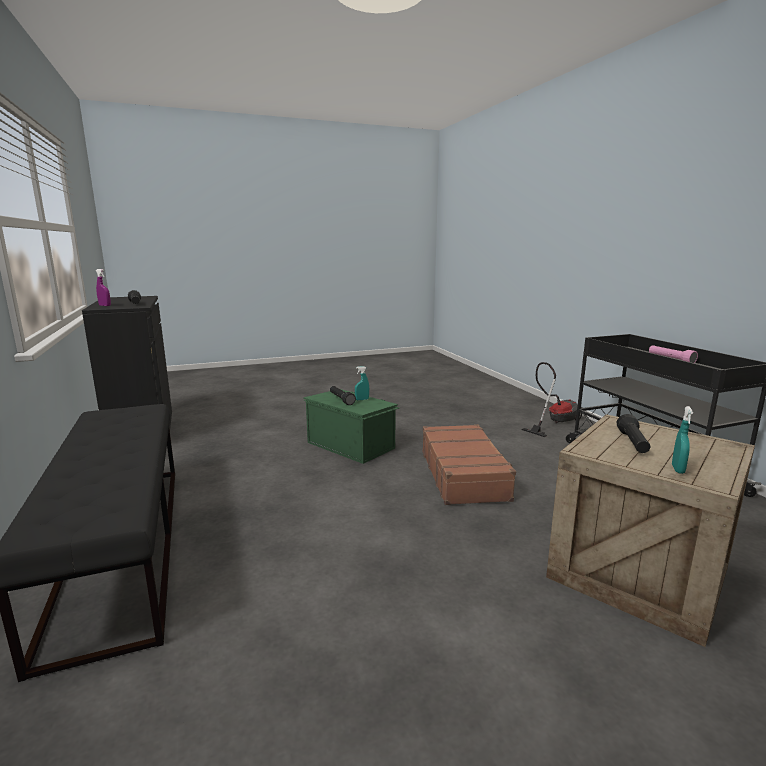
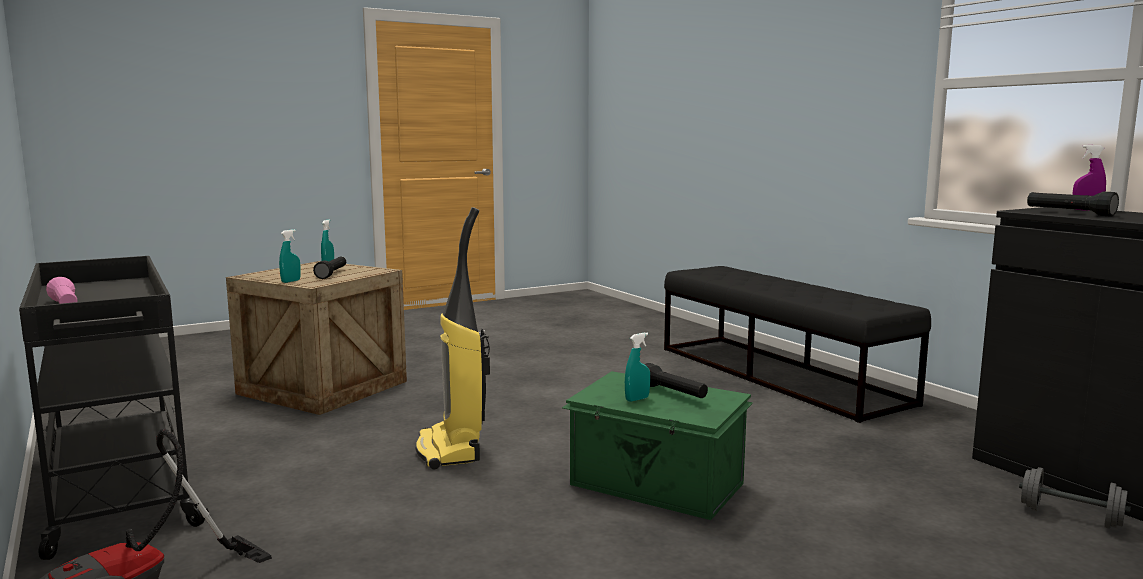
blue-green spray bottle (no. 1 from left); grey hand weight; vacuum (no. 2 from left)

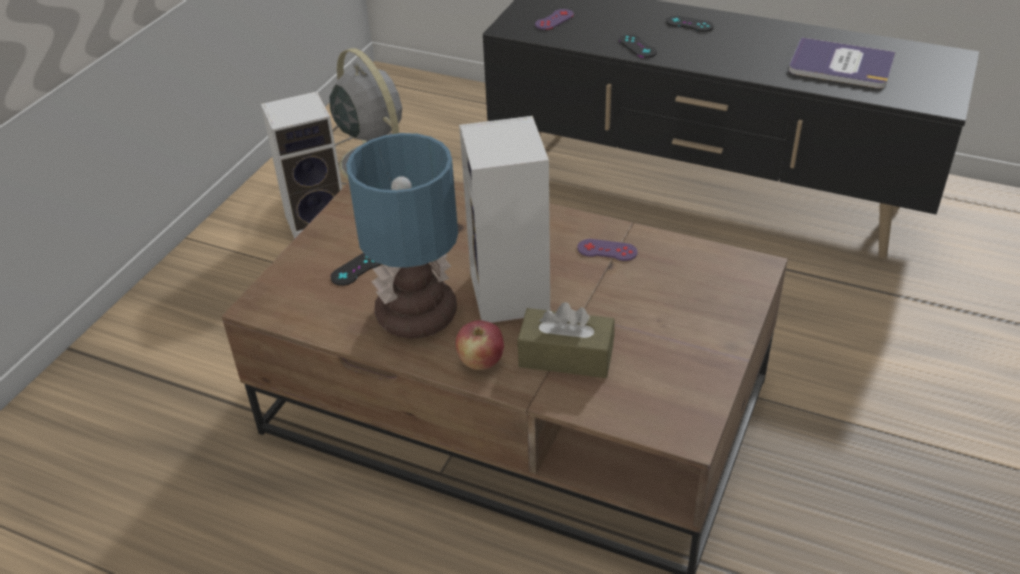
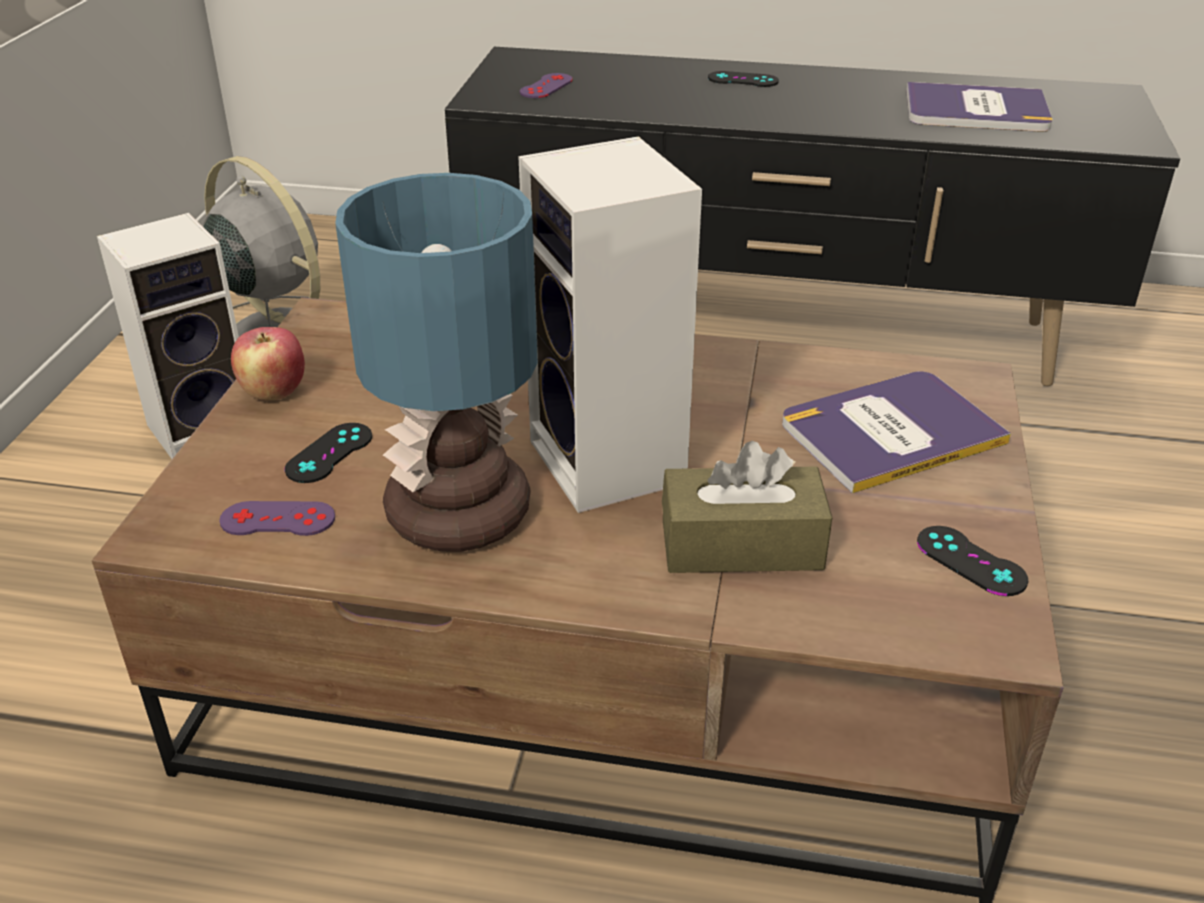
bound book (no. 1 from left); apple; purplish game controller (no. 1 from left); black-coloured game controller (no. 3 from left)

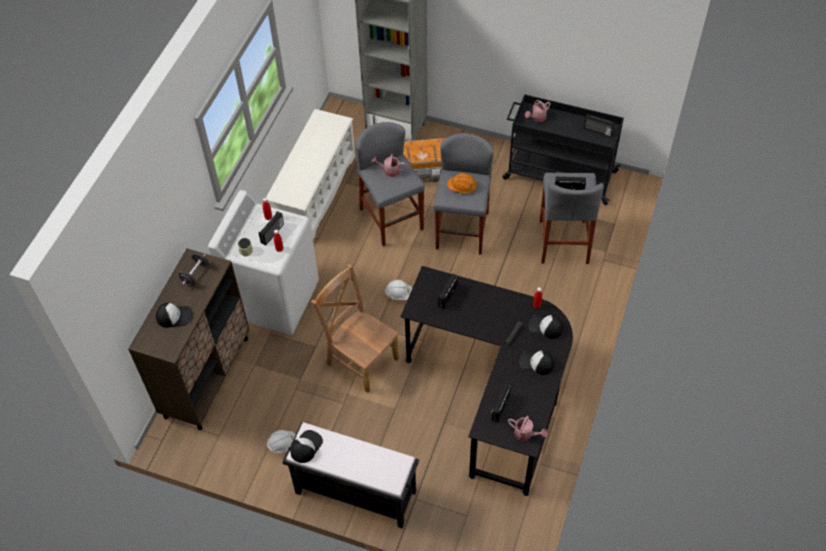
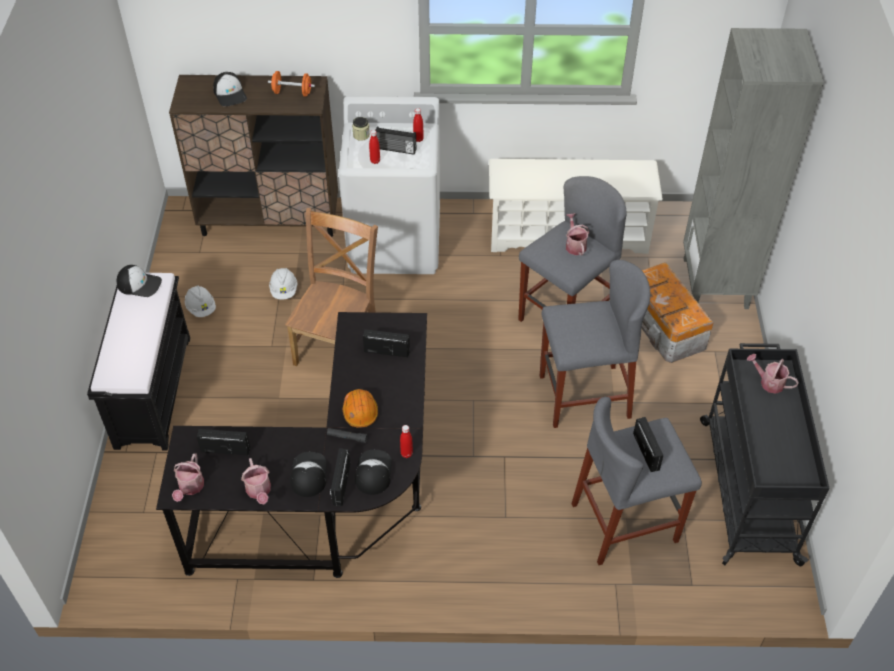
sprinkling can (no. 2 from left); white hard hat (no. 2 from left); orangey hard hat; radio receiver (no. 2 from left); orangey hand weight

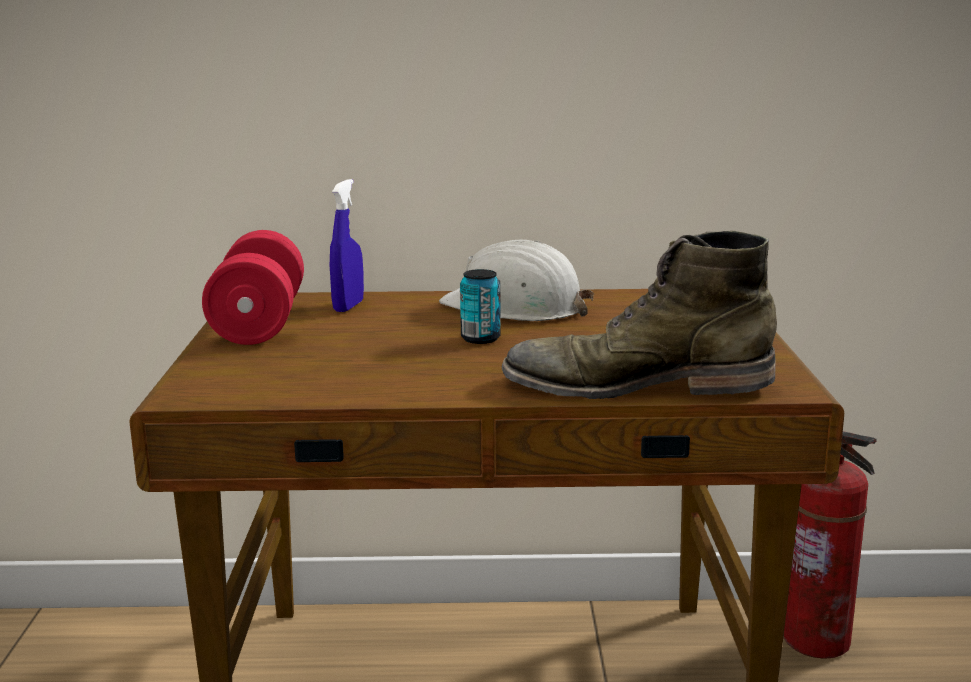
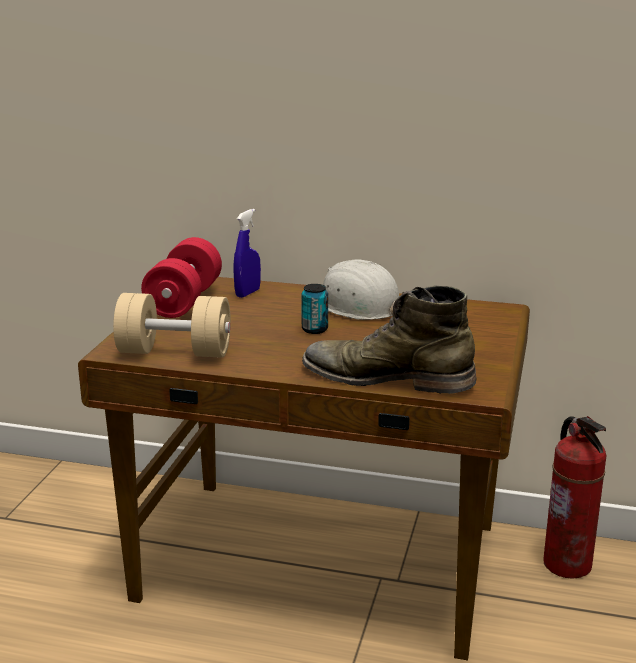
sand-coloured hand weight

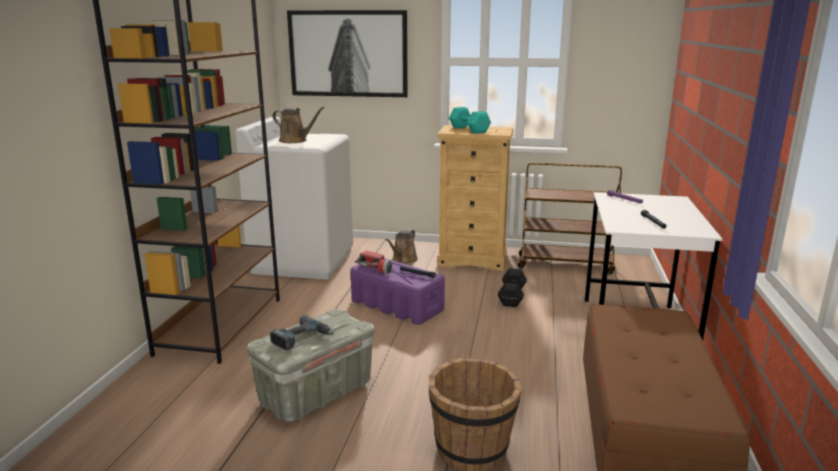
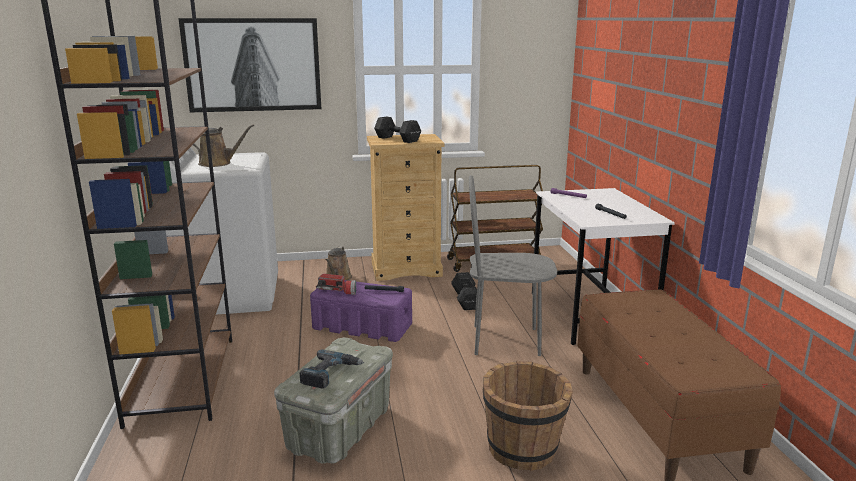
grey plain chair; black-coloured hand weight (no. 1 from left)

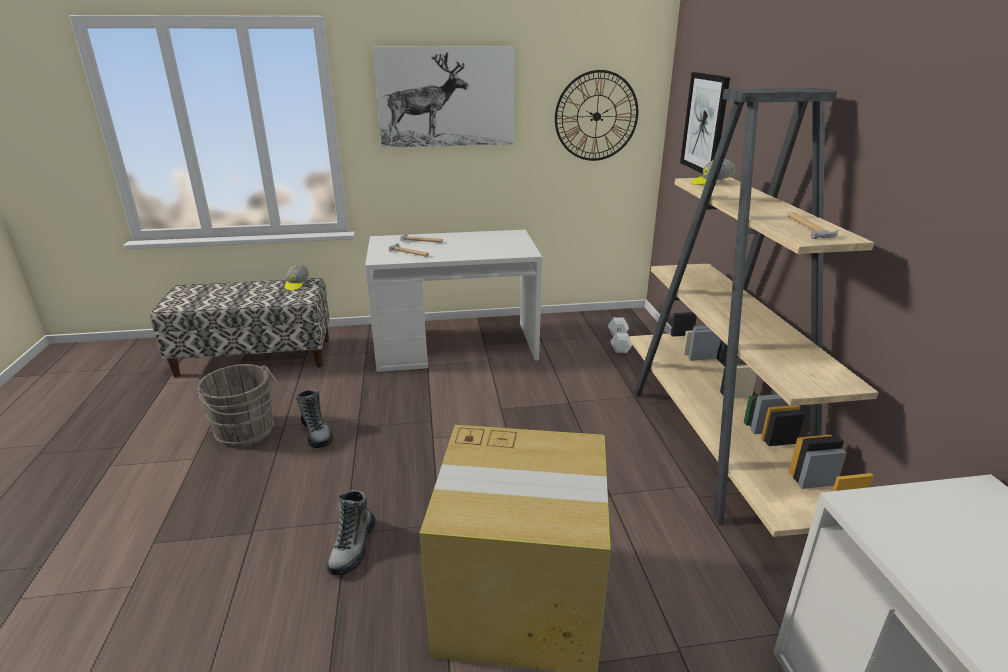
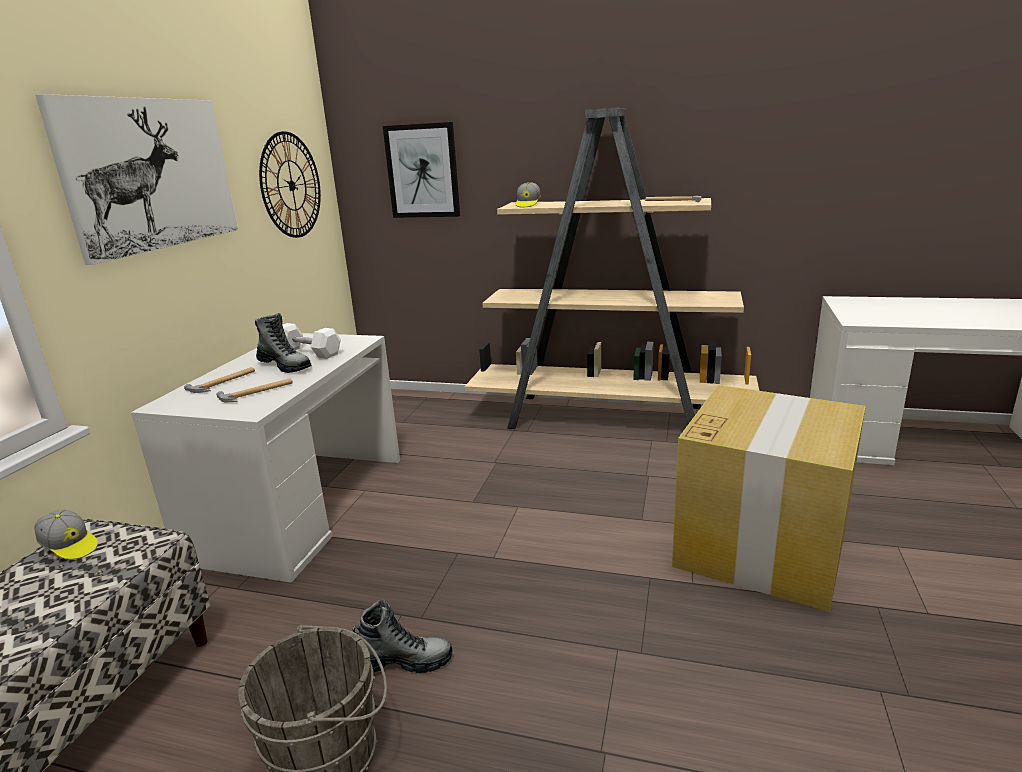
boot (no. 1 from left); white hand weight

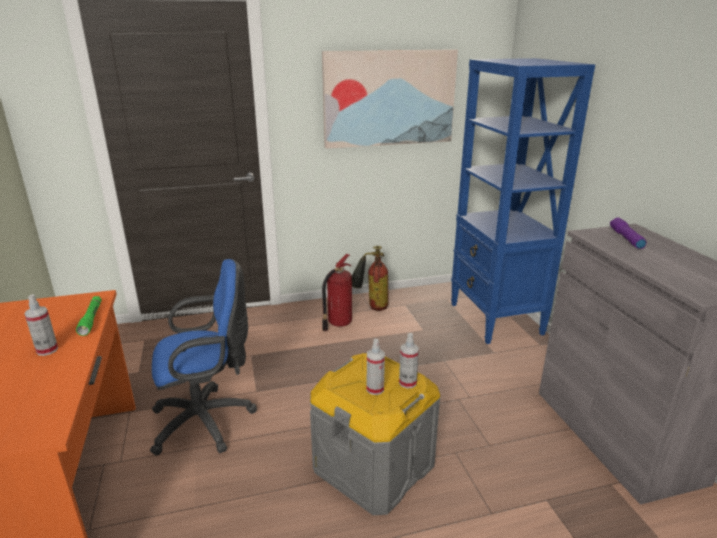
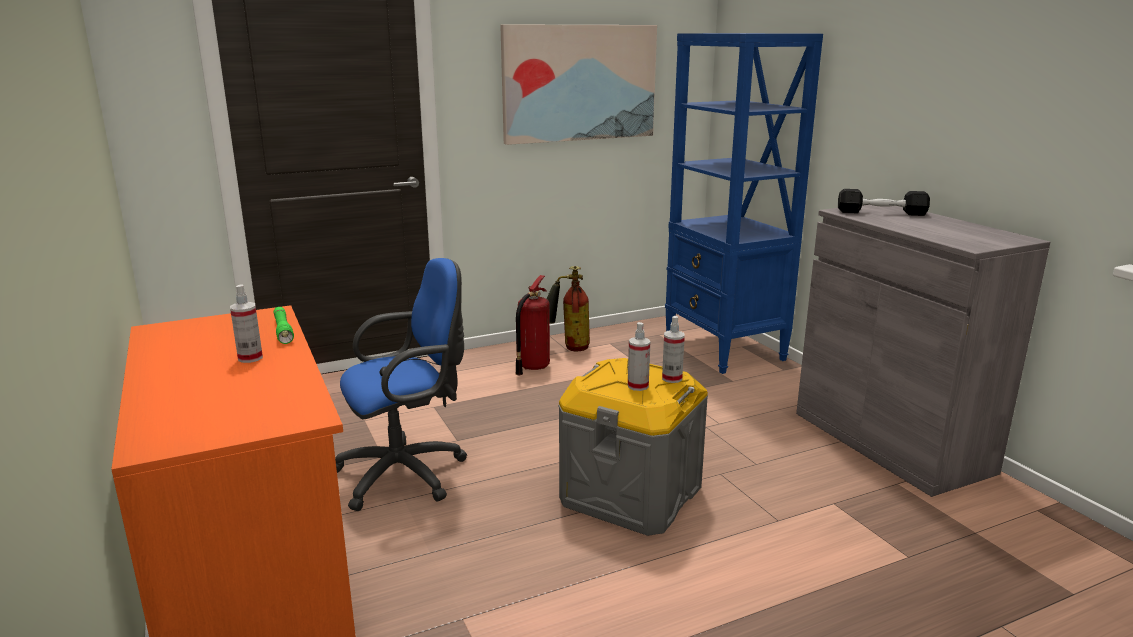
black-coloured hand weight

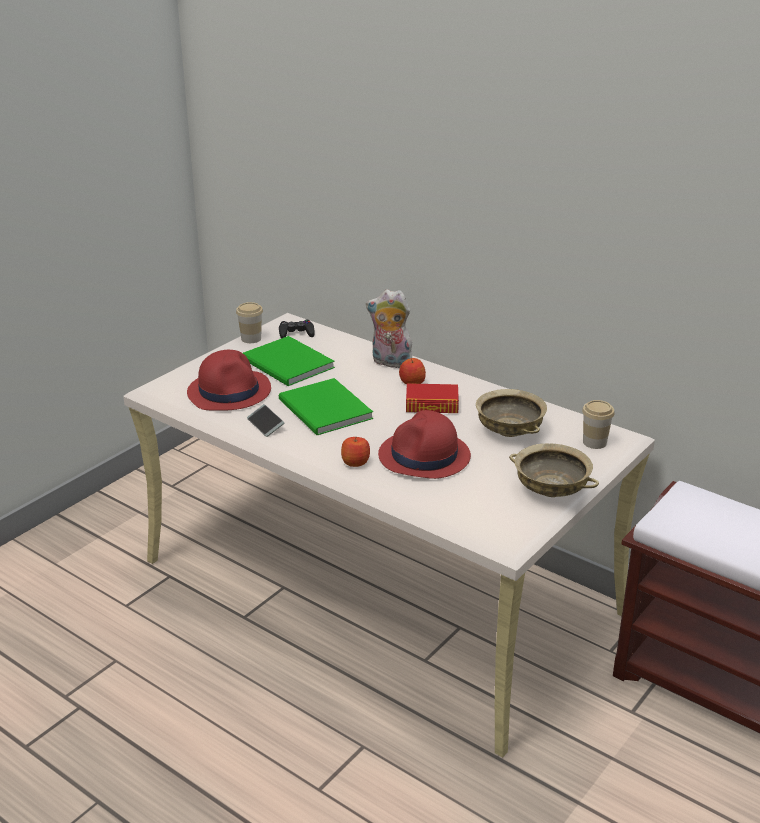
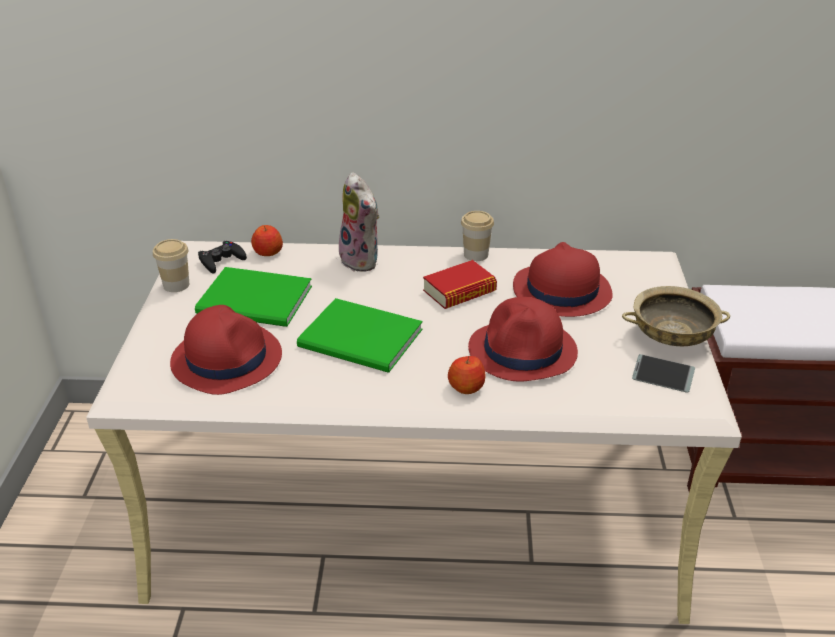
handset; apple (no. 1 from left); small cup (no. 2 from left); red-coloured clothing hat (no. 3 from left); plush toy

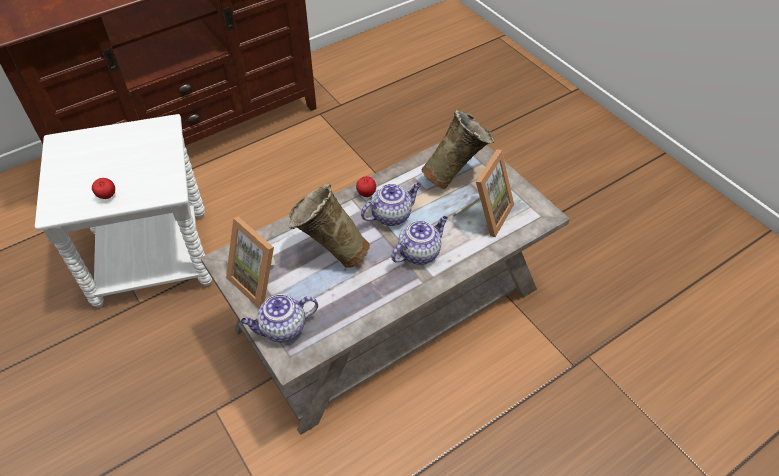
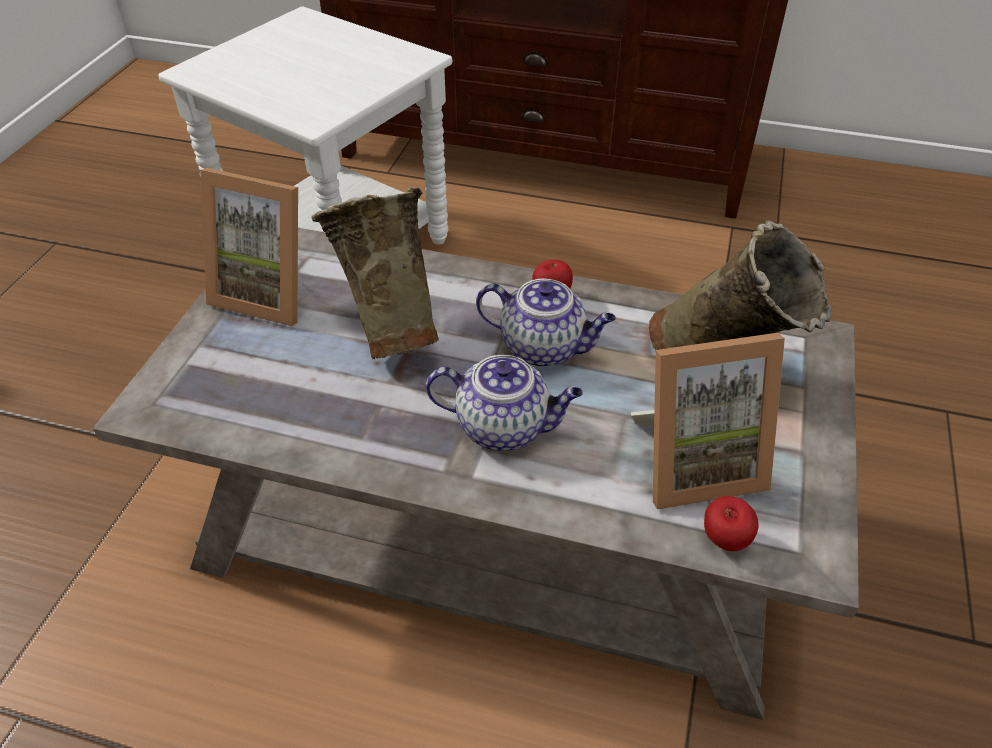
teapot (no. 1 from left in the first image); apple (no. 2 from left); photo frame (no. 1 from left)

